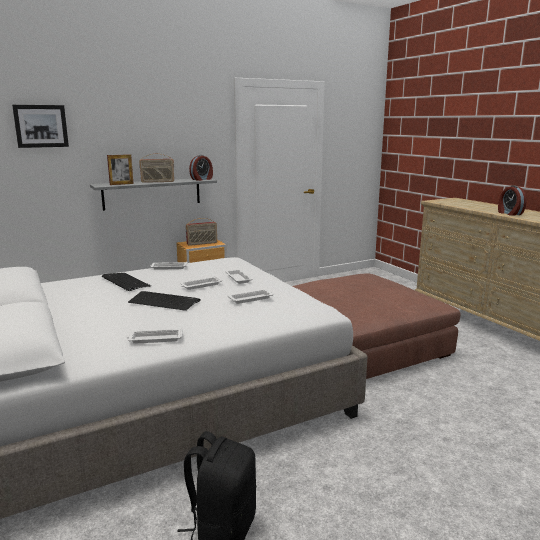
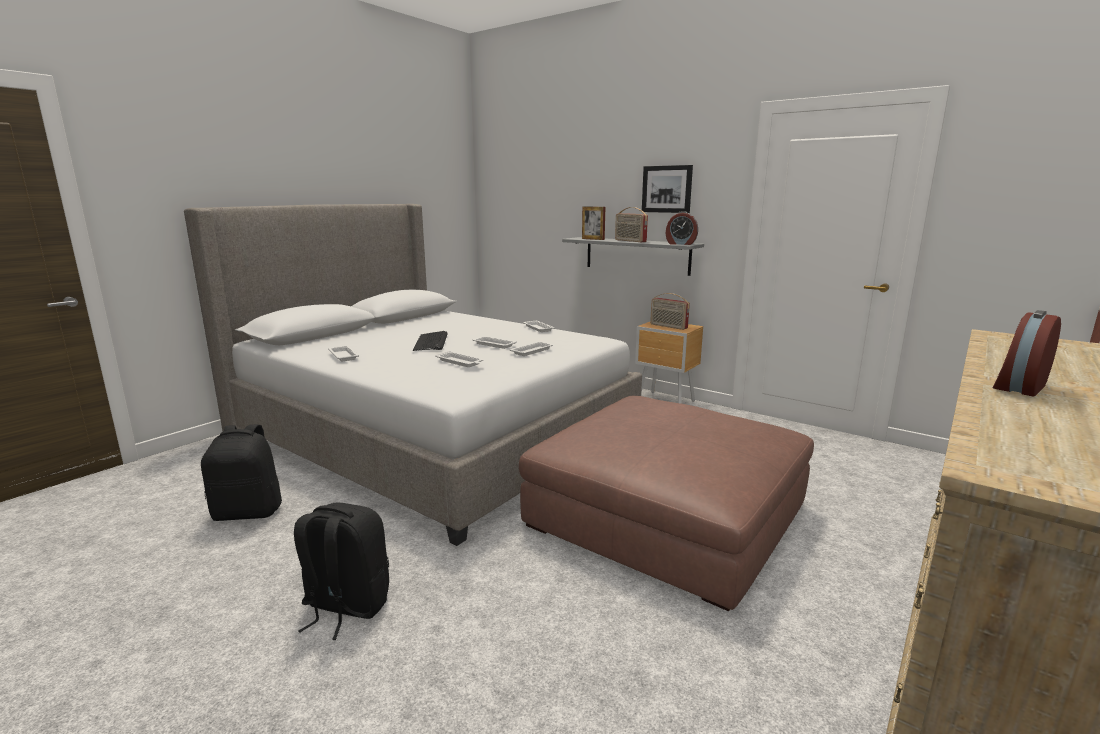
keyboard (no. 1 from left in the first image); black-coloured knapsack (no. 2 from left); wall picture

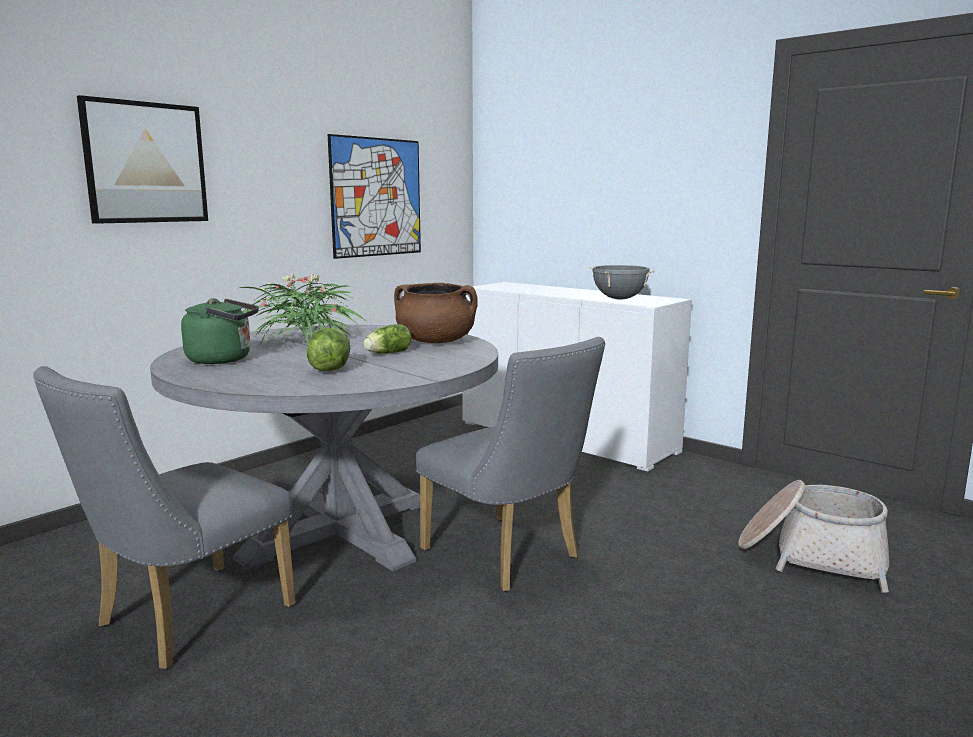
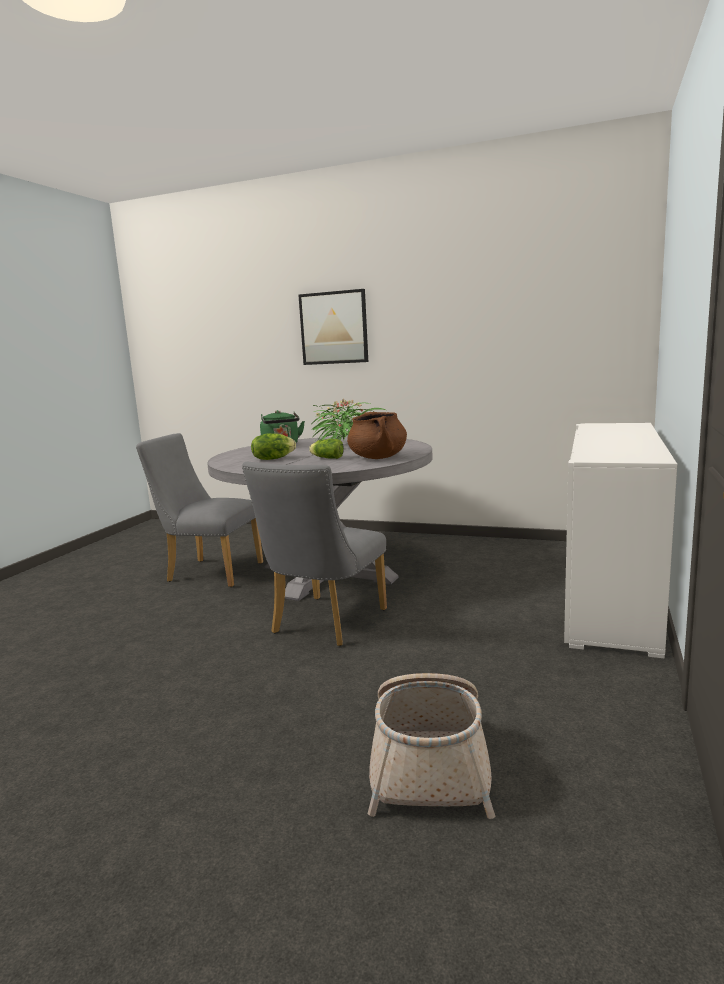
wall picture (no. 2 from left in the first image); grey cooking pot

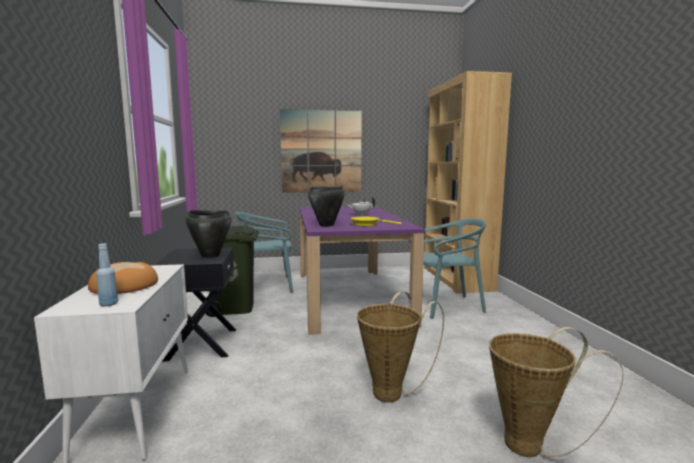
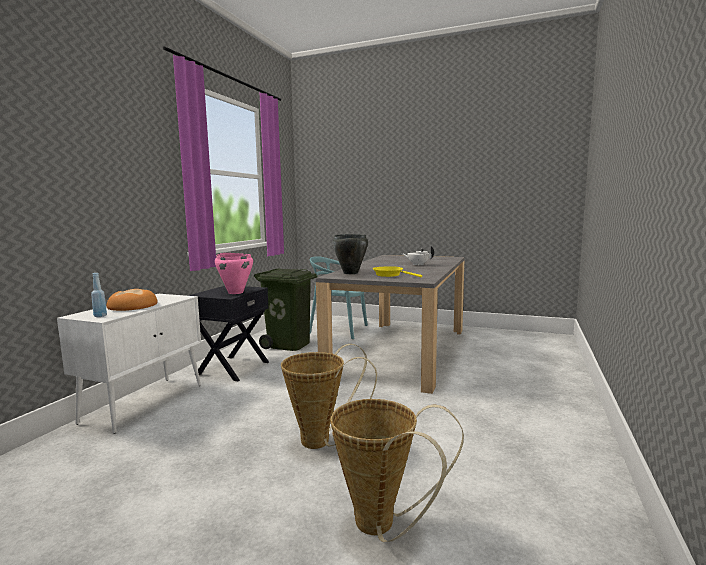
wall picture; blue-green plain chair (no. 2 from left in the first image); brownish bookshelf; pink-coloured cooking pot; grey kitchen table

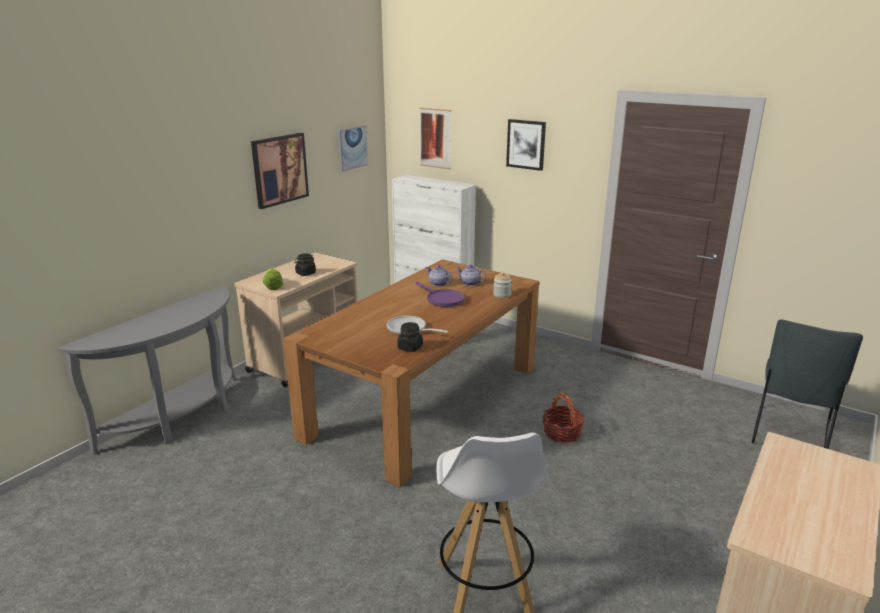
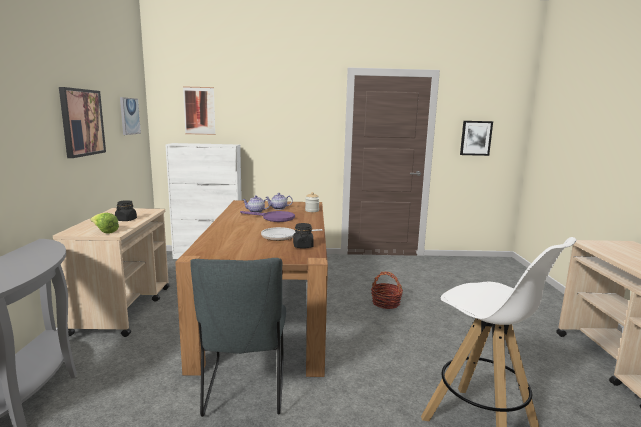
wall picture (no. 4 from left); grey plain chair

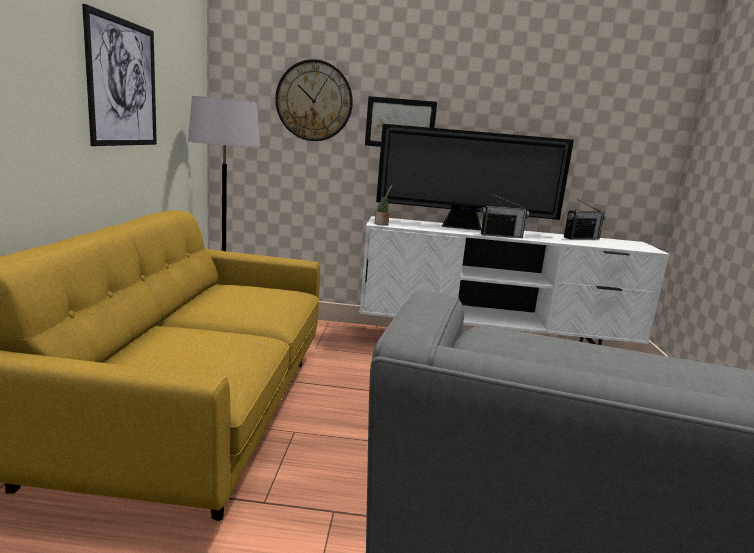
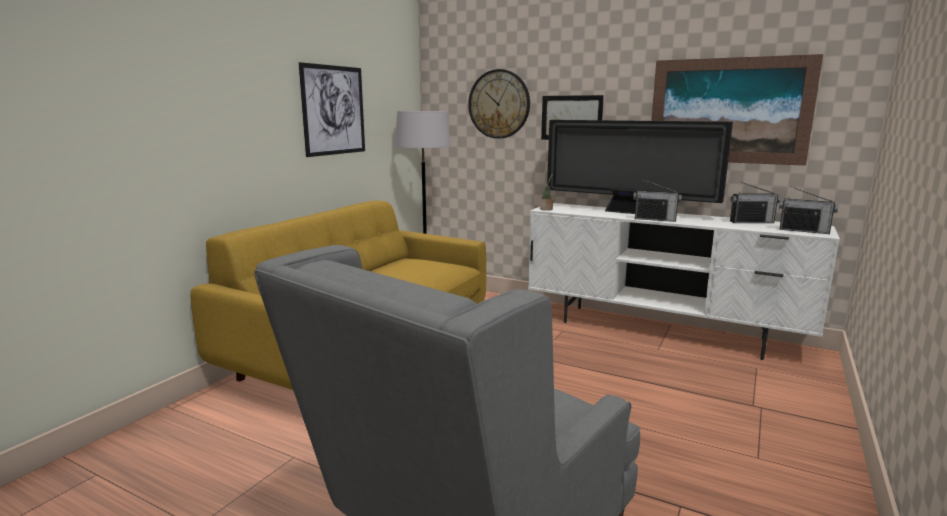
wall picture (no. 3 from left); radio receiver (no. 3 from left)

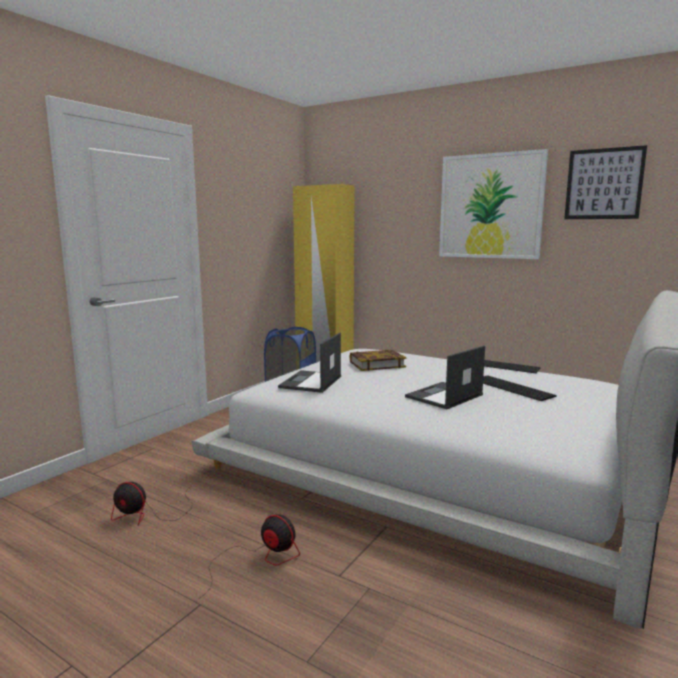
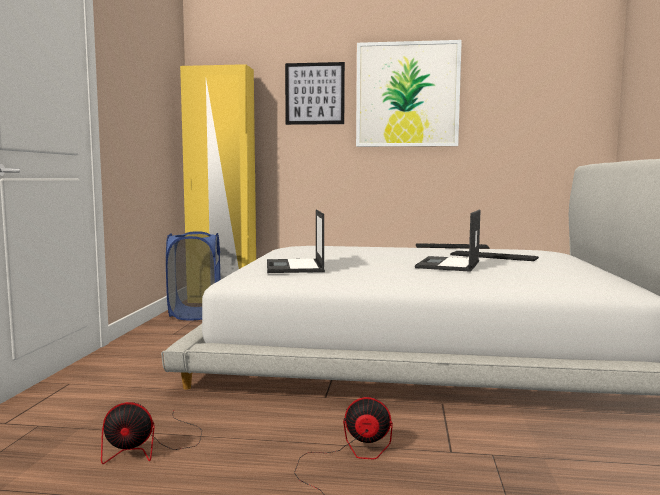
bound book; wall picture (no. 1 from left)

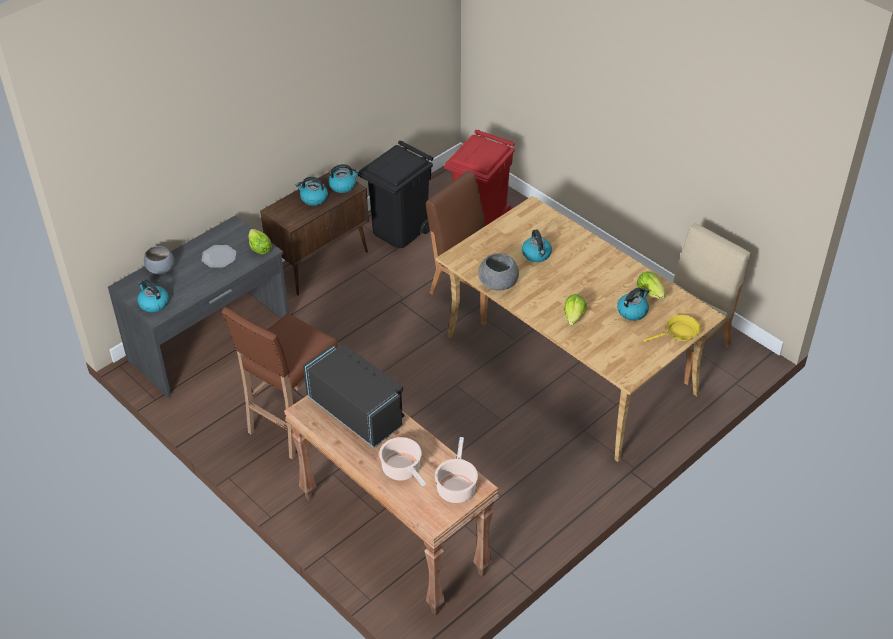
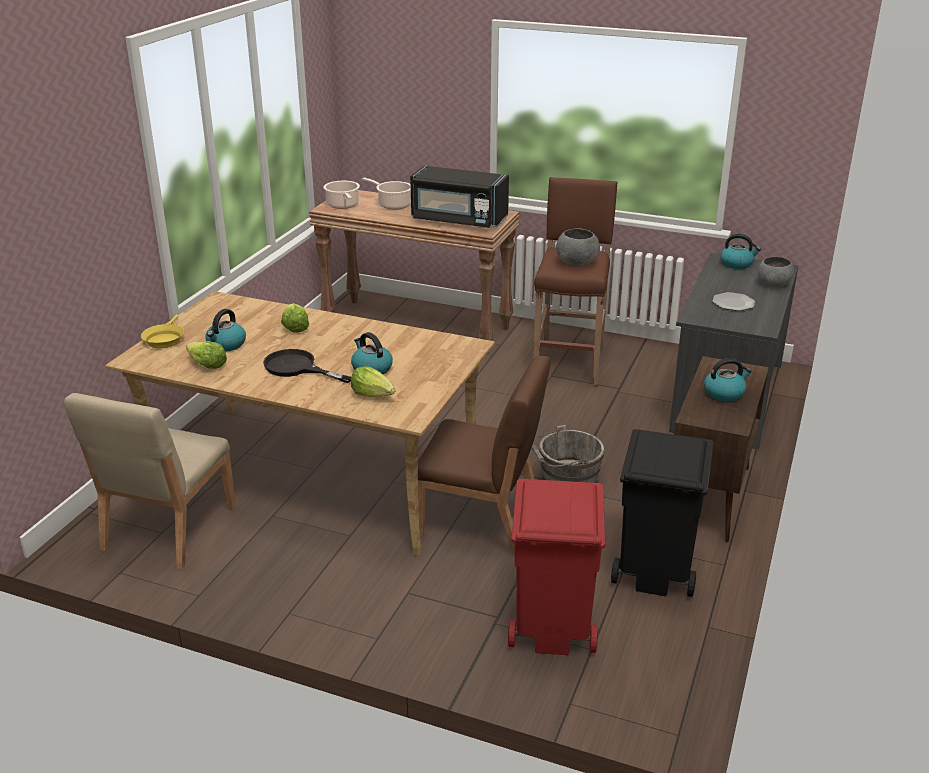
tea kettle (no. 3 from left in the first image); black-coloured frying pan; grey water bucket; lettuce (no. 3 from left); grey serving bowl (no. 1 from left); yellowish frying pan

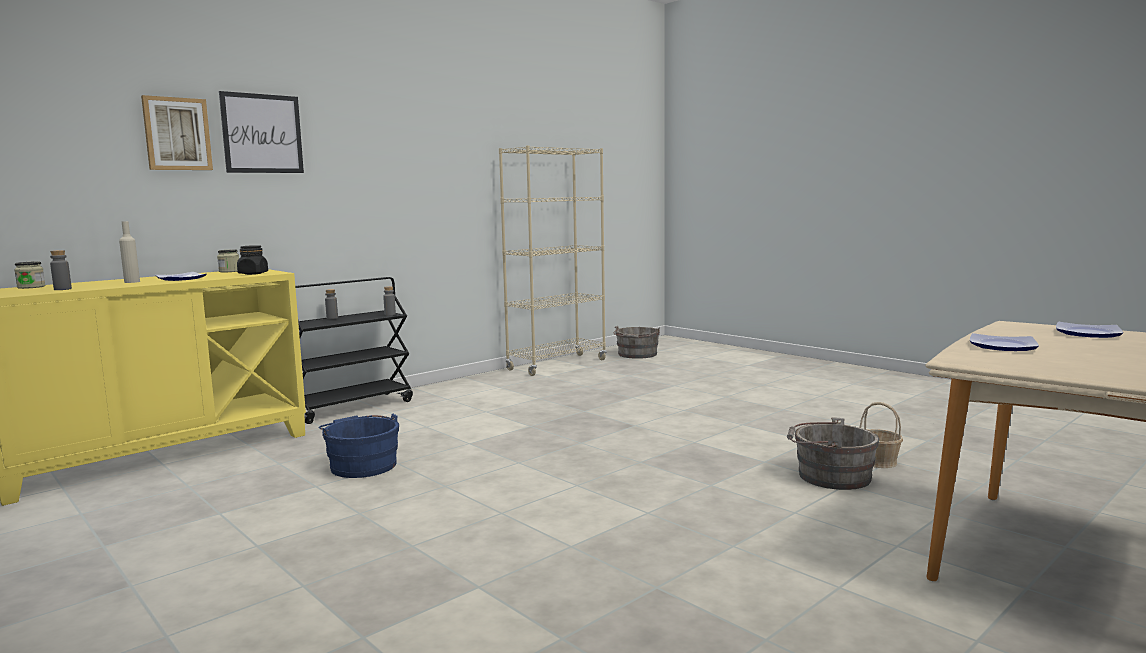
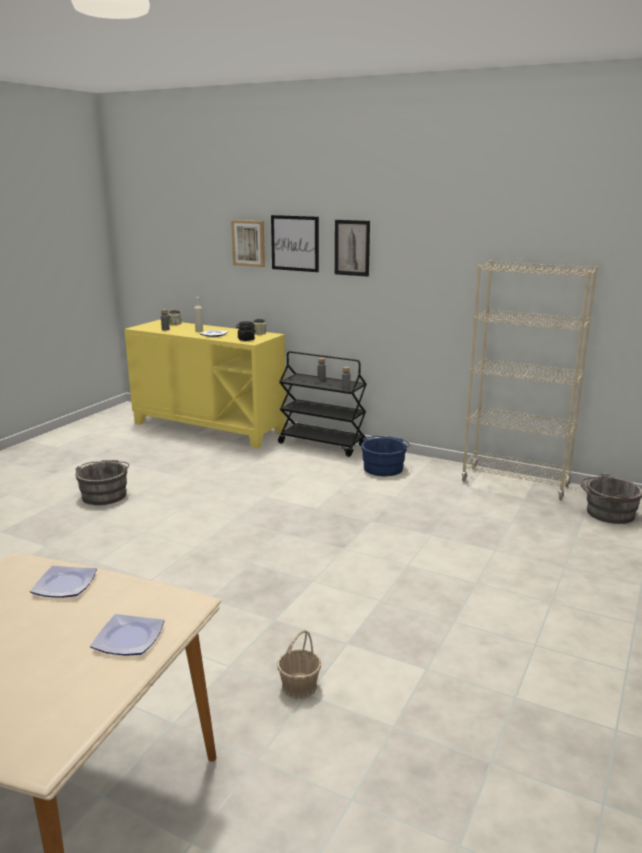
wall picture (no. 3 from left); blue water bucket; grey water bucket (no. 1 from left)

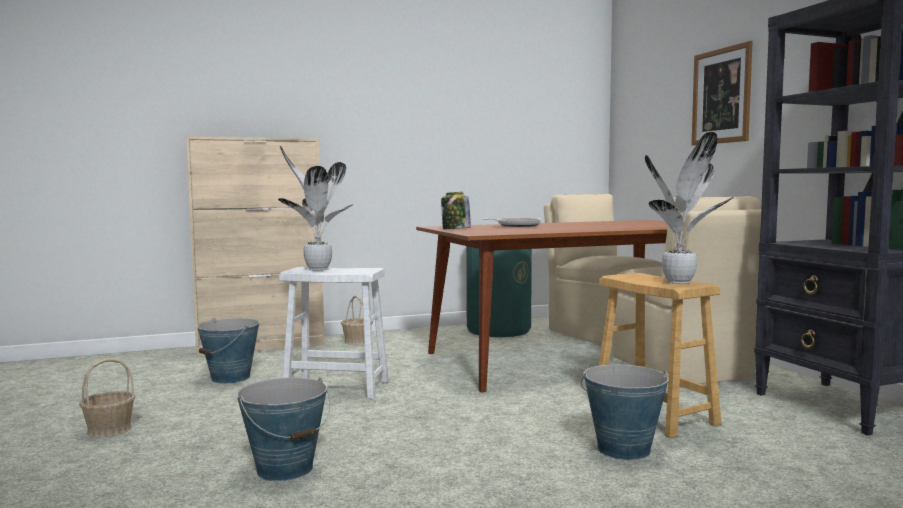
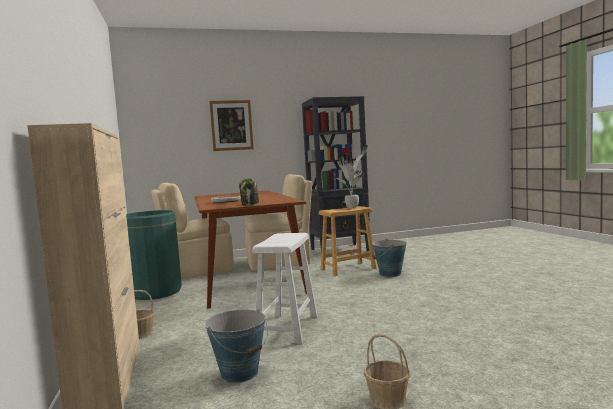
water bucket (no. 2 from left in the first image); plant in a pot (no. 1 from left in the first image)

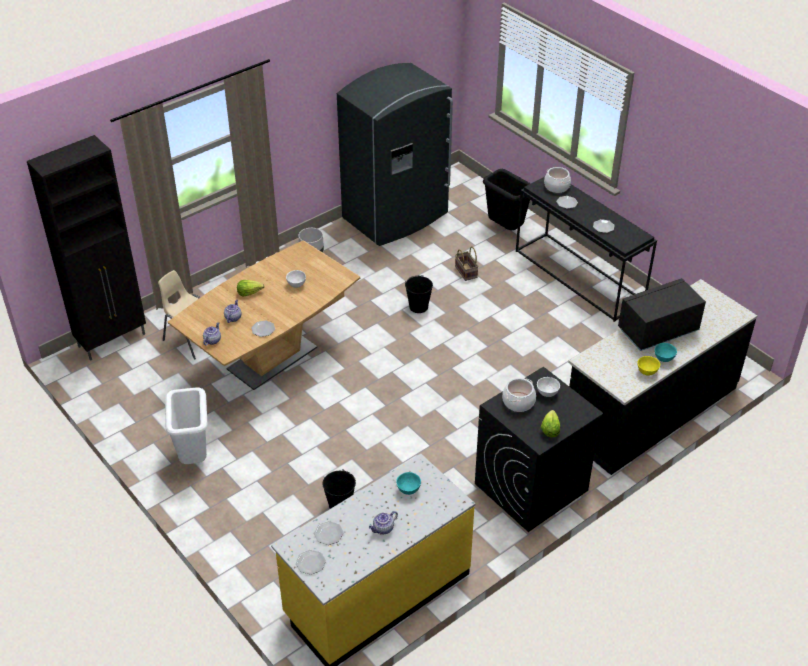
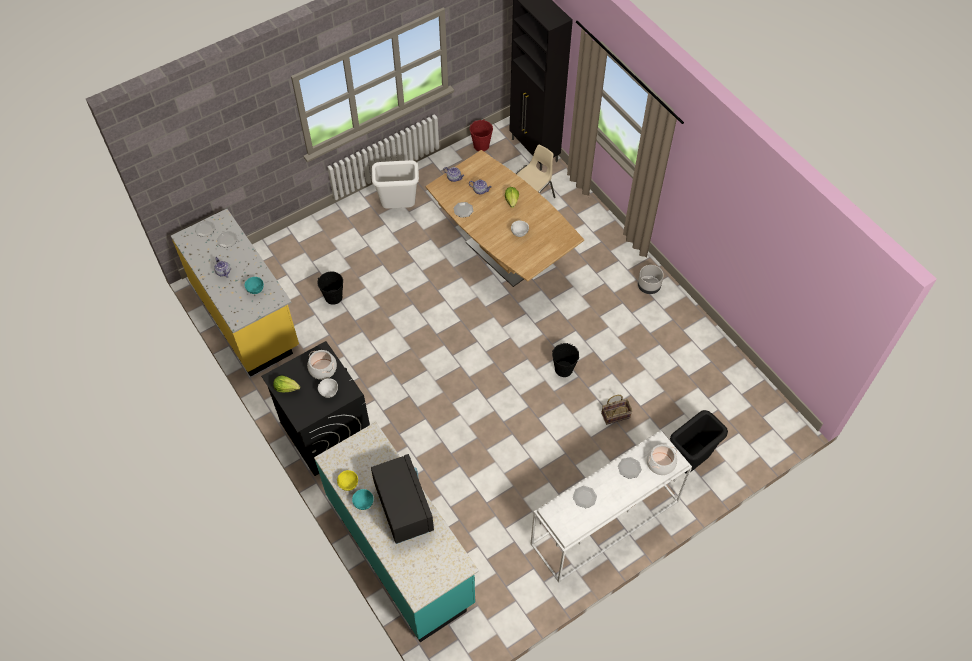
grey fridge; red-coloured water bucket; white narrow table; blue-green kitchen counter

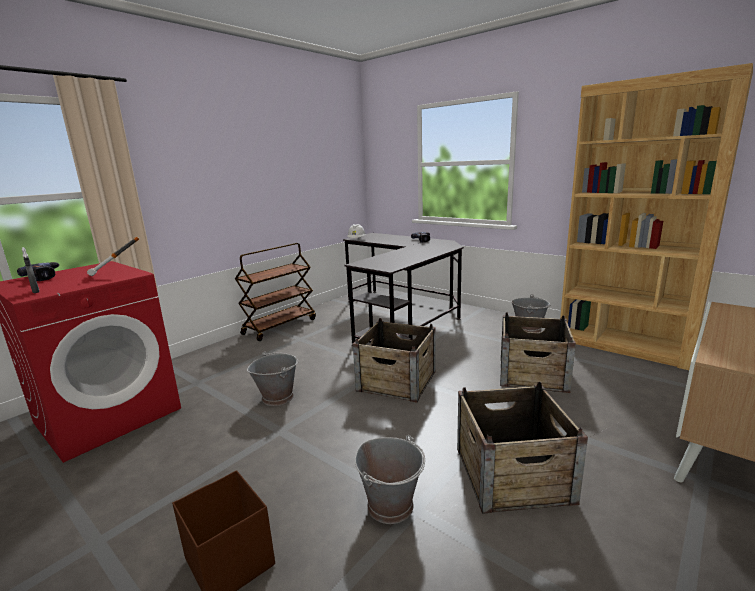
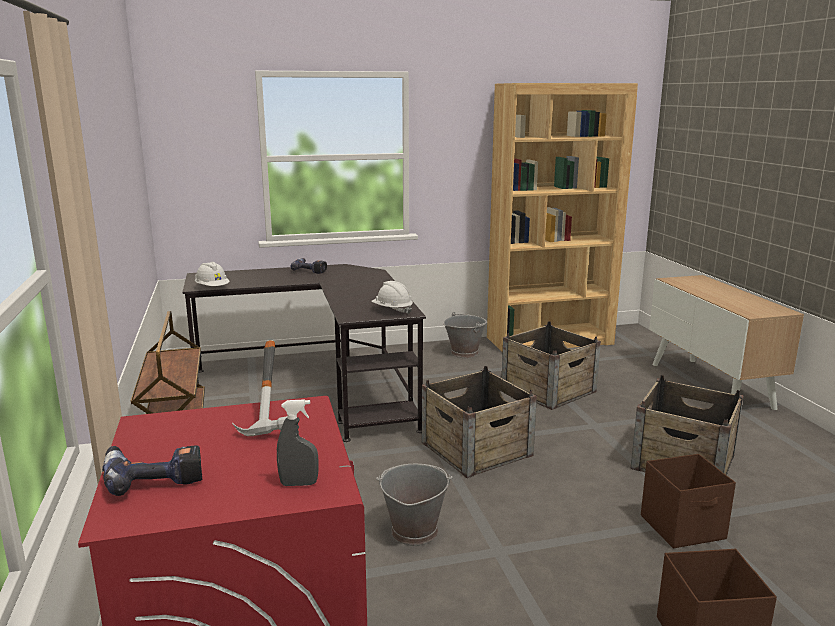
white hard hat (no. 2 from left); brownish storage bin (no. 1 from left)

